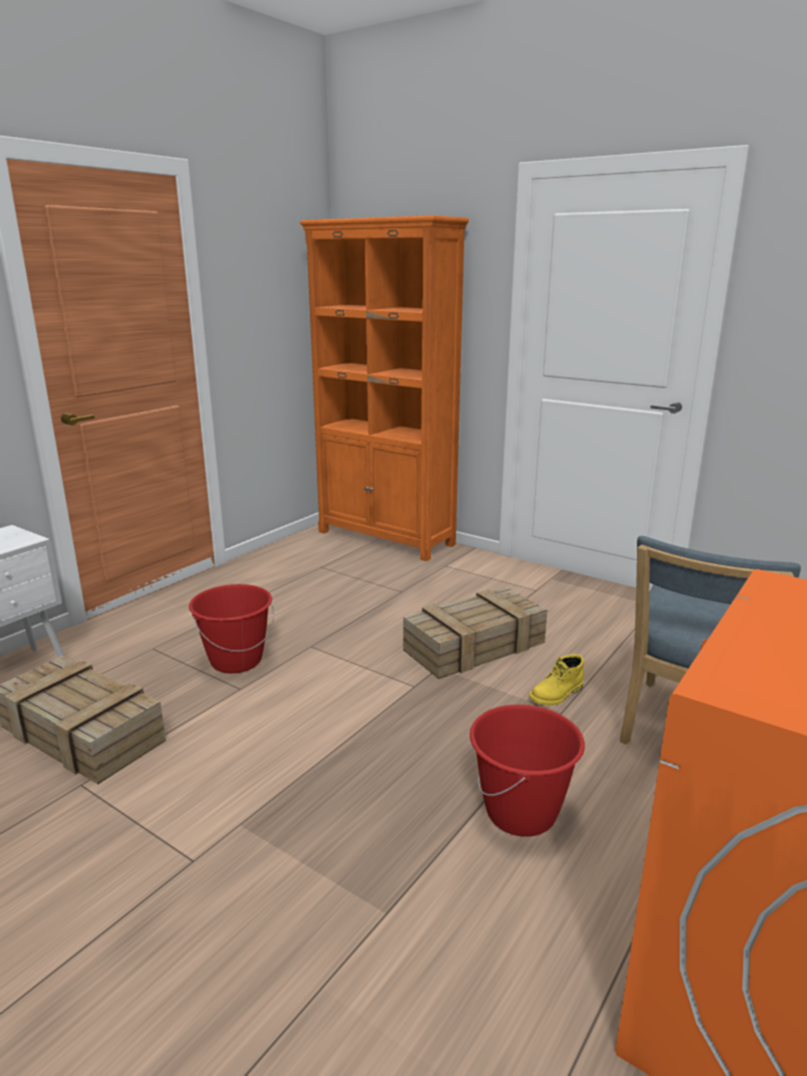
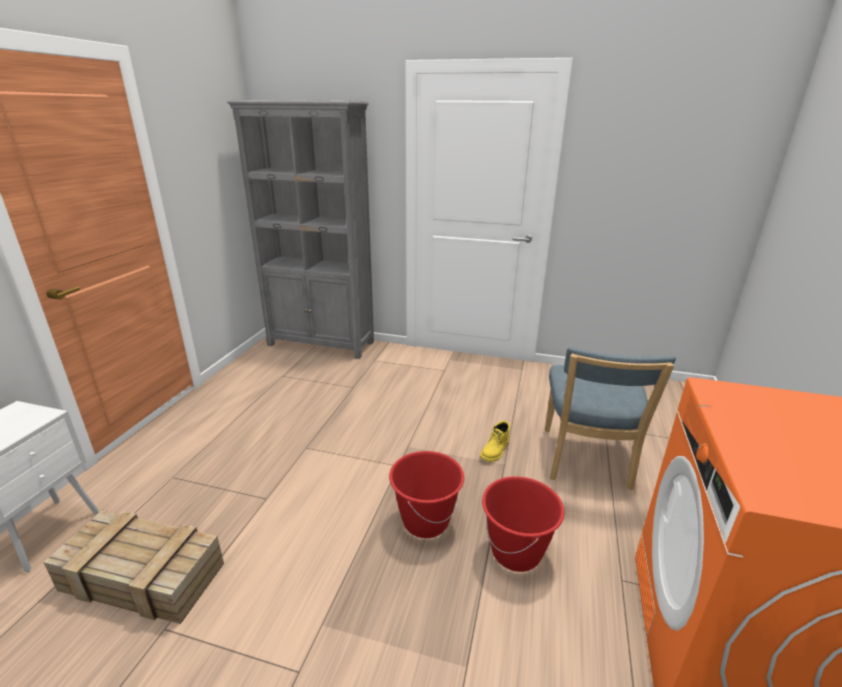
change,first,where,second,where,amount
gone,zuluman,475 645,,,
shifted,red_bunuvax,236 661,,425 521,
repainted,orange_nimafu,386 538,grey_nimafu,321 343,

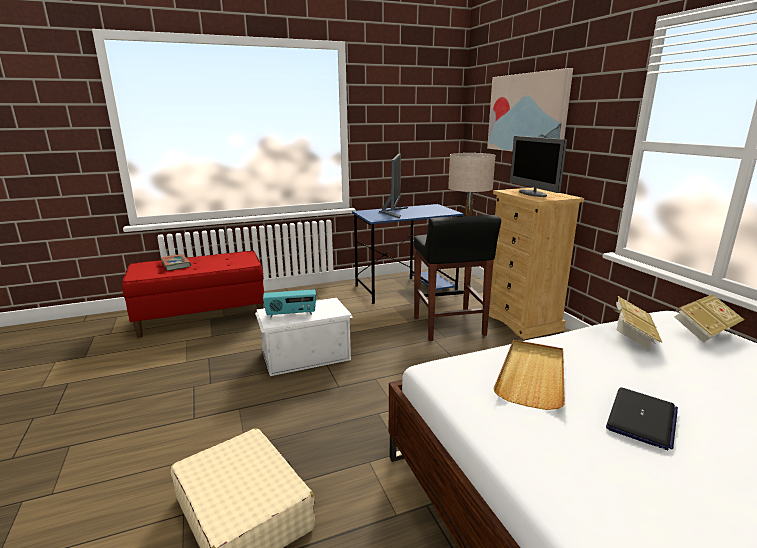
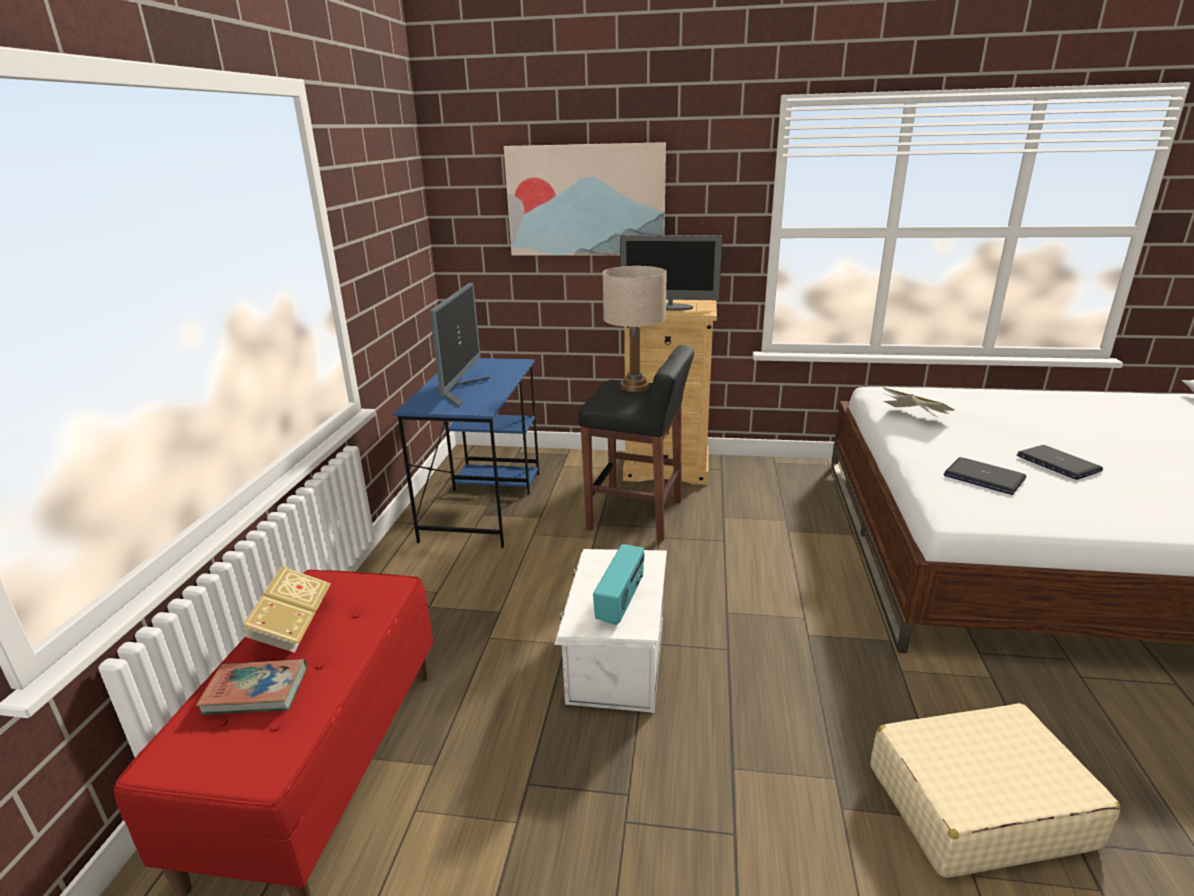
change,first,where,second,where,amount
shifted,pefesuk,704 331,,292 626,
swapped,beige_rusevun,532 375,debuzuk,983 477,
rotated,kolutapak,393 212,,459 390,60 degrees clockwise

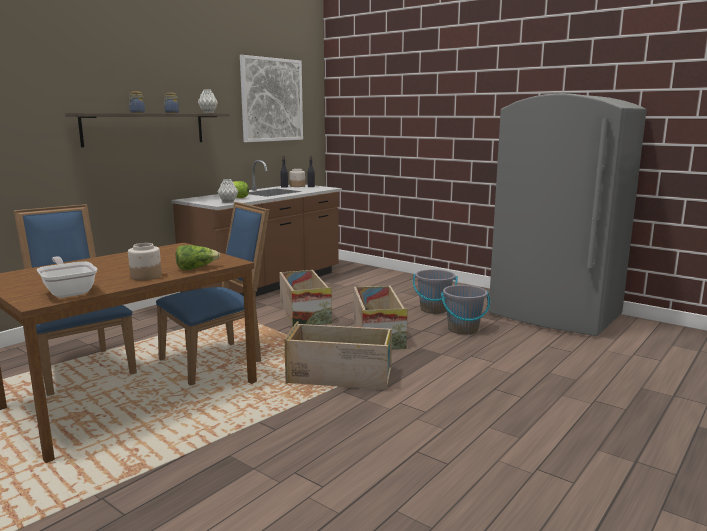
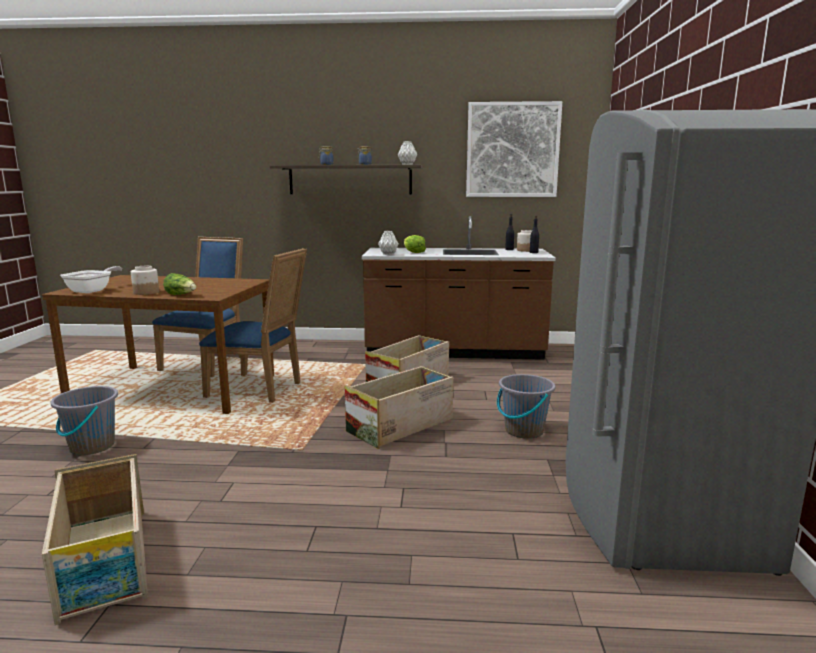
change,first,where,second,where,amount
shifted,zuluman,341 377,,105 562,
shifted,grey_bunuvax,463 329,,92 446,

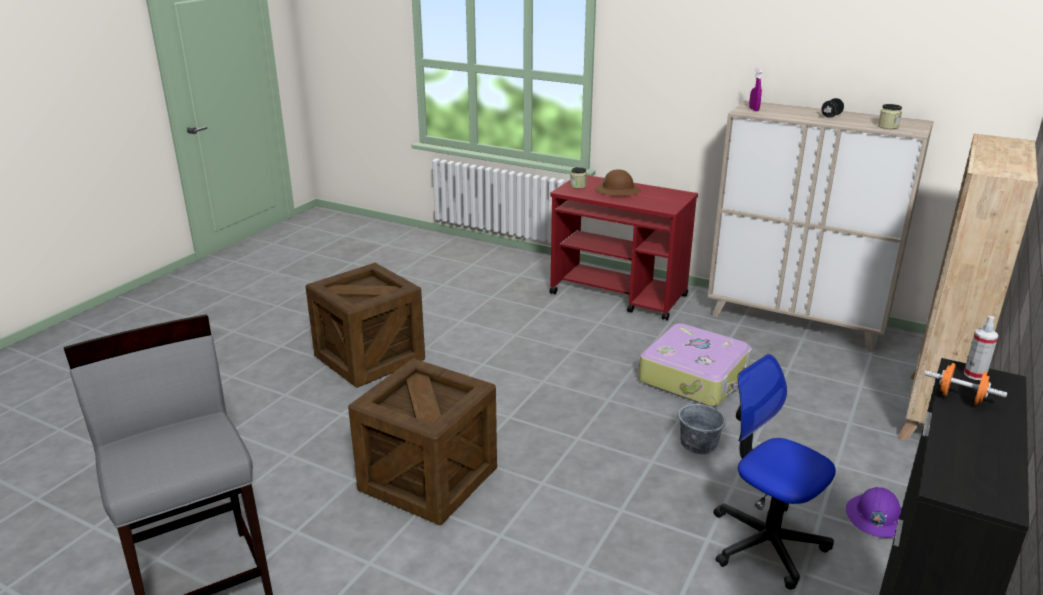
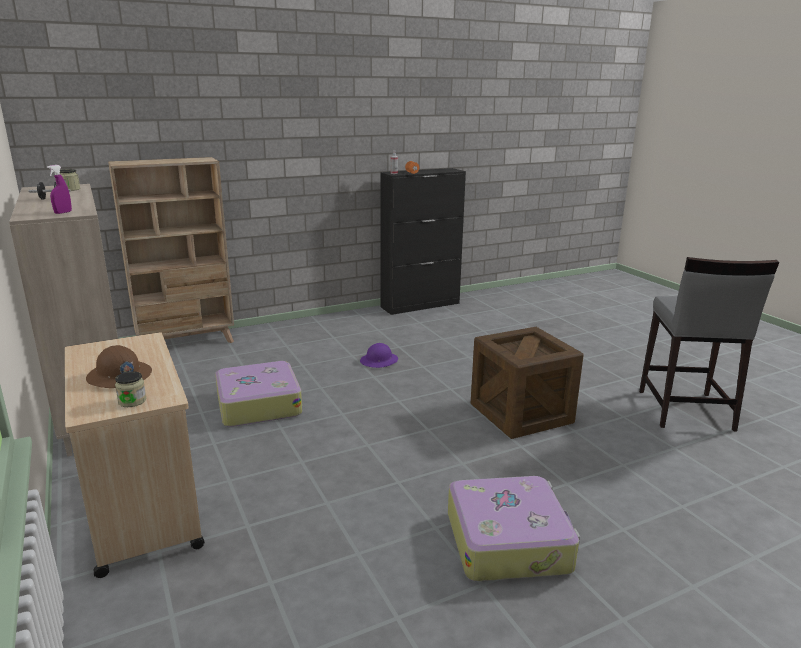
change,first,where,second,where,amount
gone,grey_bunuvax,699 443,,,
gone,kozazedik,766 543,,,
shifted,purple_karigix,876 517,,379 361,
swapped,zuluman,369 358,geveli,508 541,
repainted,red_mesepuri,619 295,beige_mesepuri,142 507,

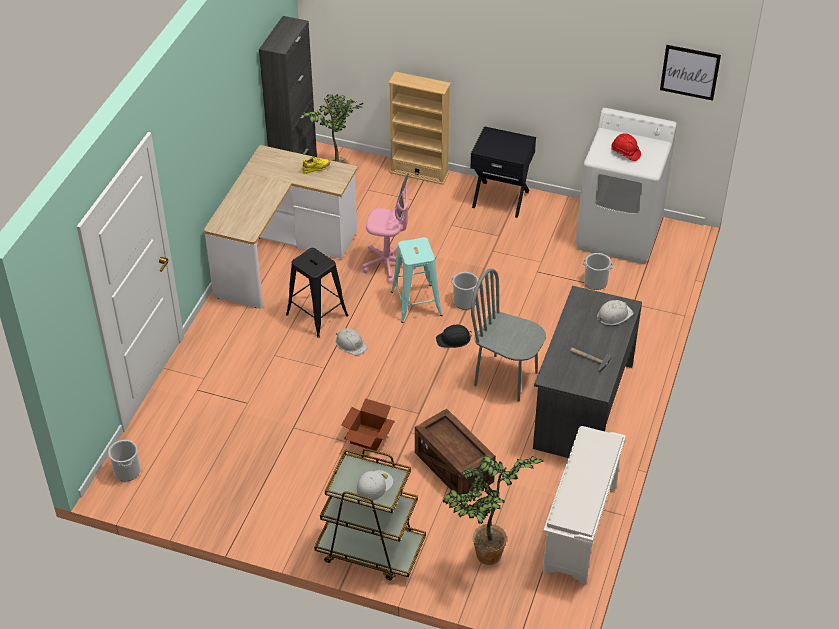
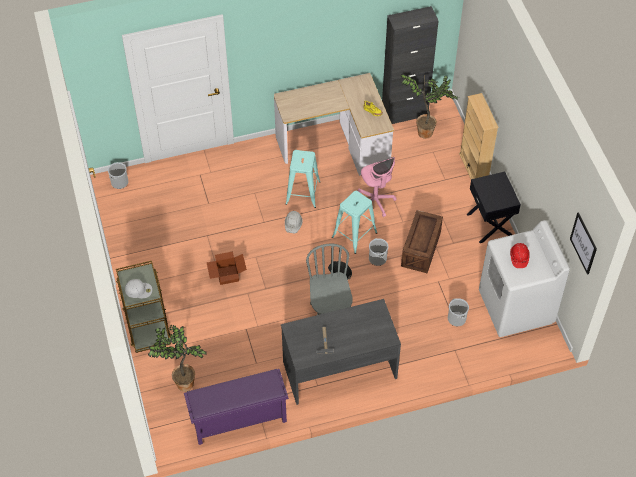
change,first,where,second,where,amount
gone,white_karigix,614 315,,,
shifted,zuluman,454 467,,421 249,
repainted,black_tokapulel,317 315,turquoise_tokapulel,303 193,
repainted,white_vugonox,580 529,purple_vugonox,238 420,

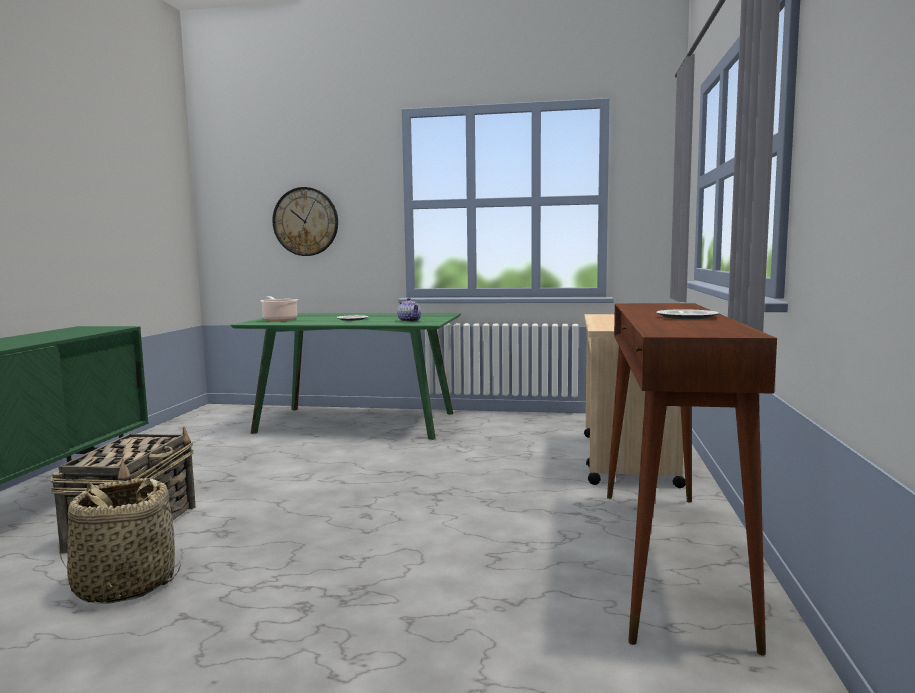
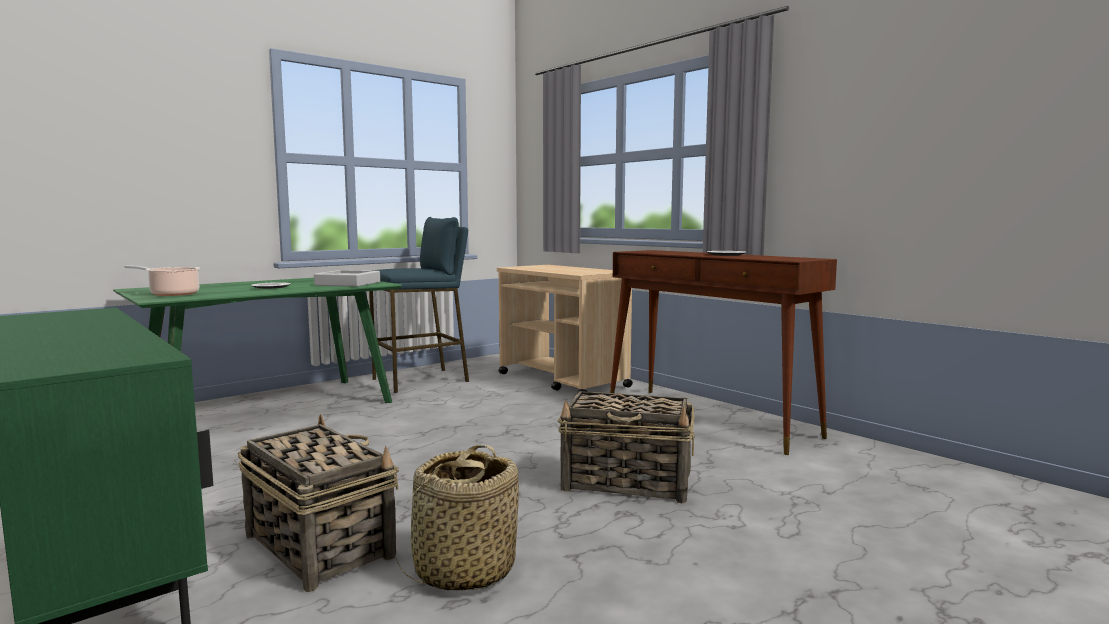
change,first,where,second,where,amount
gone,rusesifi,305 221,,,
new,,,blue_tokapulel,421 380,
new,,,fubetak,628 483,
swapped,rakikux,409 321,grey_rusevun,348 284,

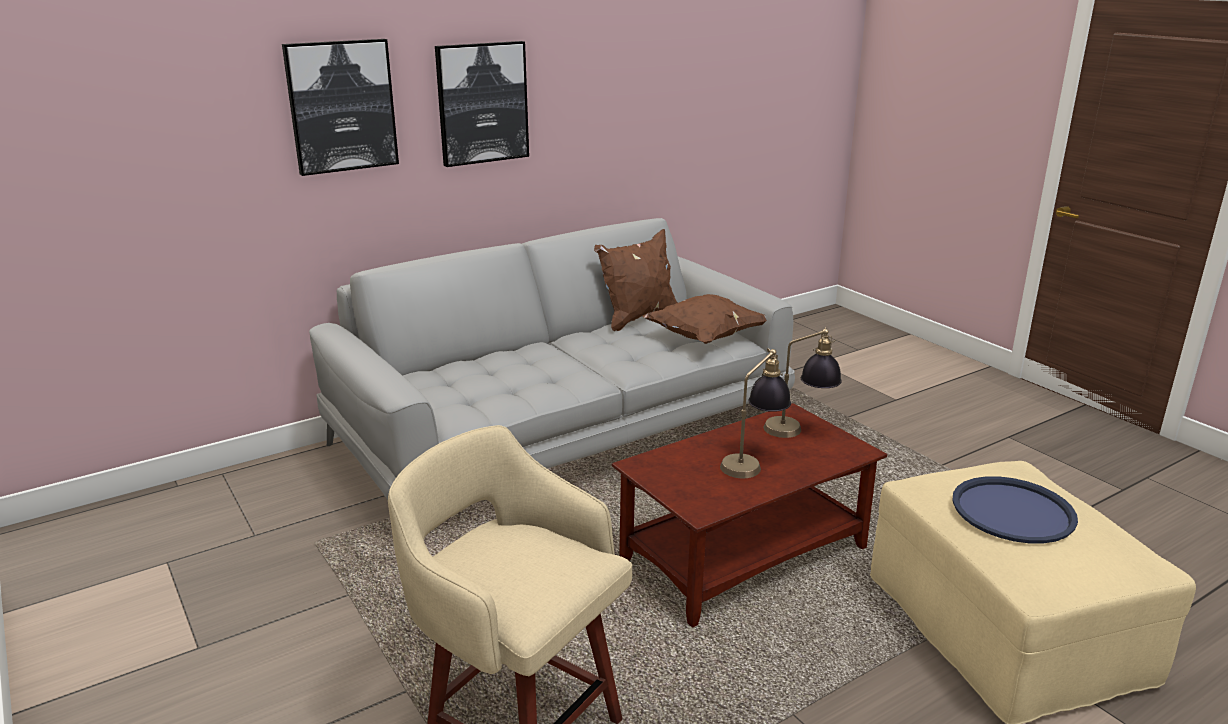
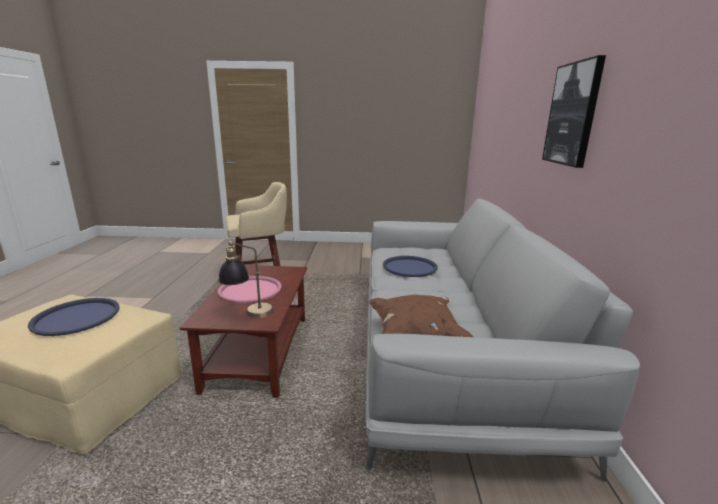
change,first,where,second,where,amount
gone,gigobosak,341 106,,,
gone,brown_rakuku,638 318,,,
new,,,blue_rusevun,410 267,
swapped,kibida,753 462,pink_rusevun,250 290,

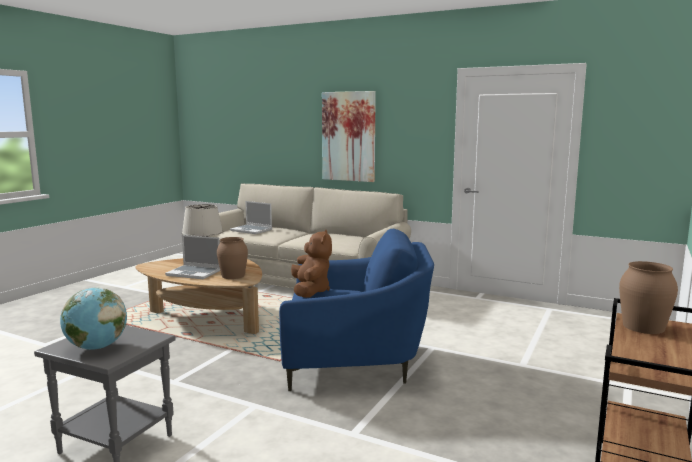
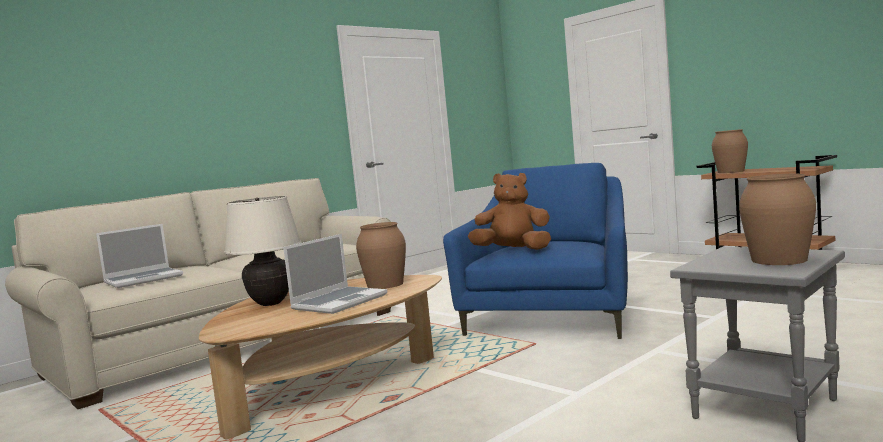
change,first,where,second,where,amount
gone,gigobosak,348 136,,,
swapped,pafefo,96 347,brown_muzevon,779 260,

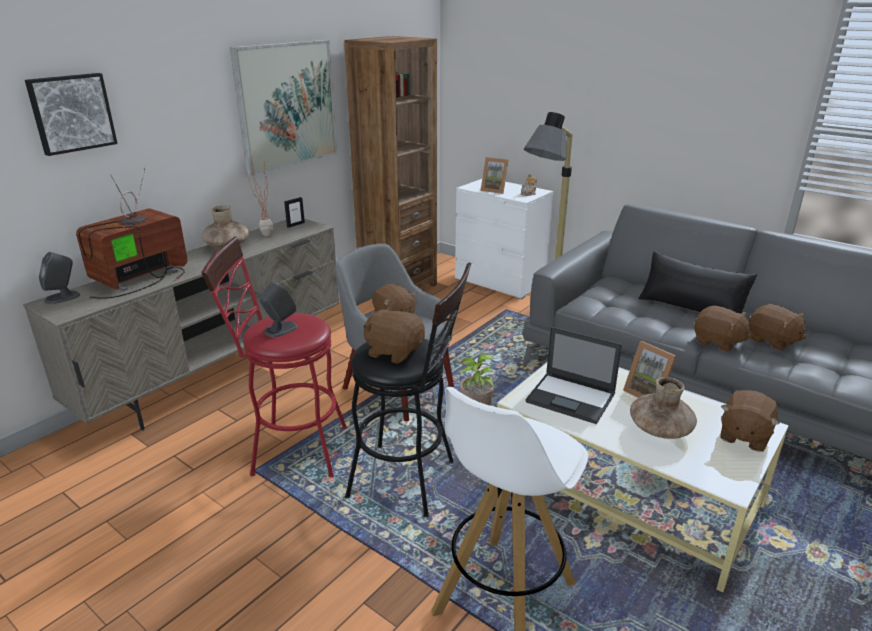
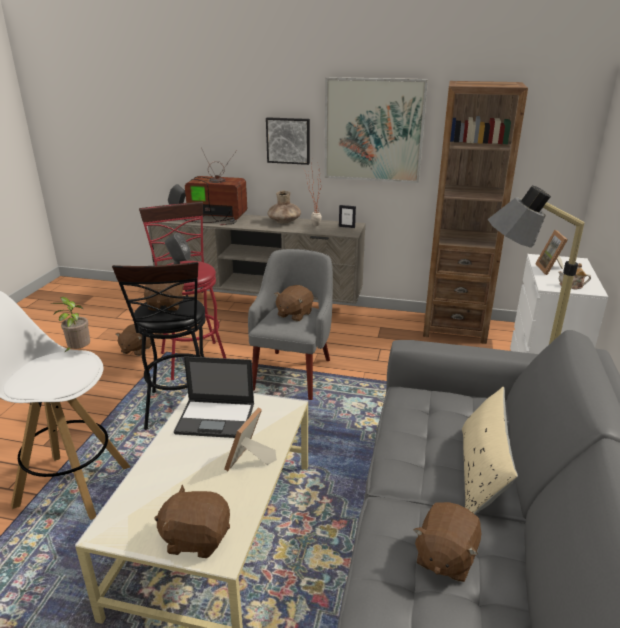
change,first,where,second,where,amount
gone,brown_muzevon,660 430,,,
shifted,gigobosak,71 113,,288 140,
shifted,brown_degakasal,718 342,,136 349,
repainted,black_rakuku,691 307,beige_rakuku,481 473,
rotated,debuzuk,571 398,,216 418,90 degrees counterclockwise

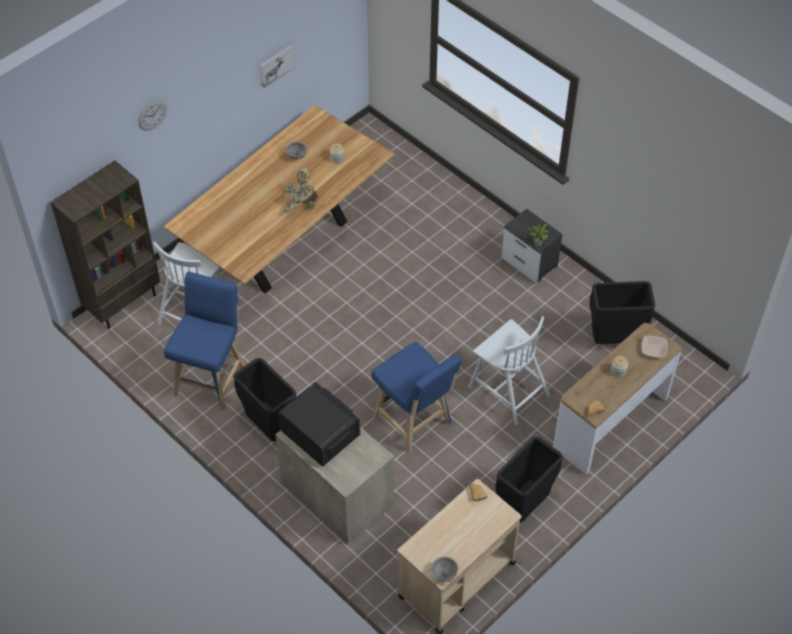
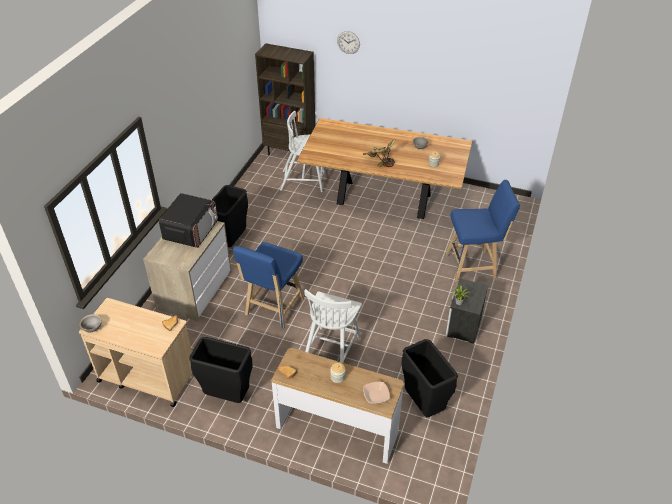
change,first,where,second,where,amount
gone,gigobosak,276 65,,,
shifted,blue_tokapulel,212 378,,473 265,

